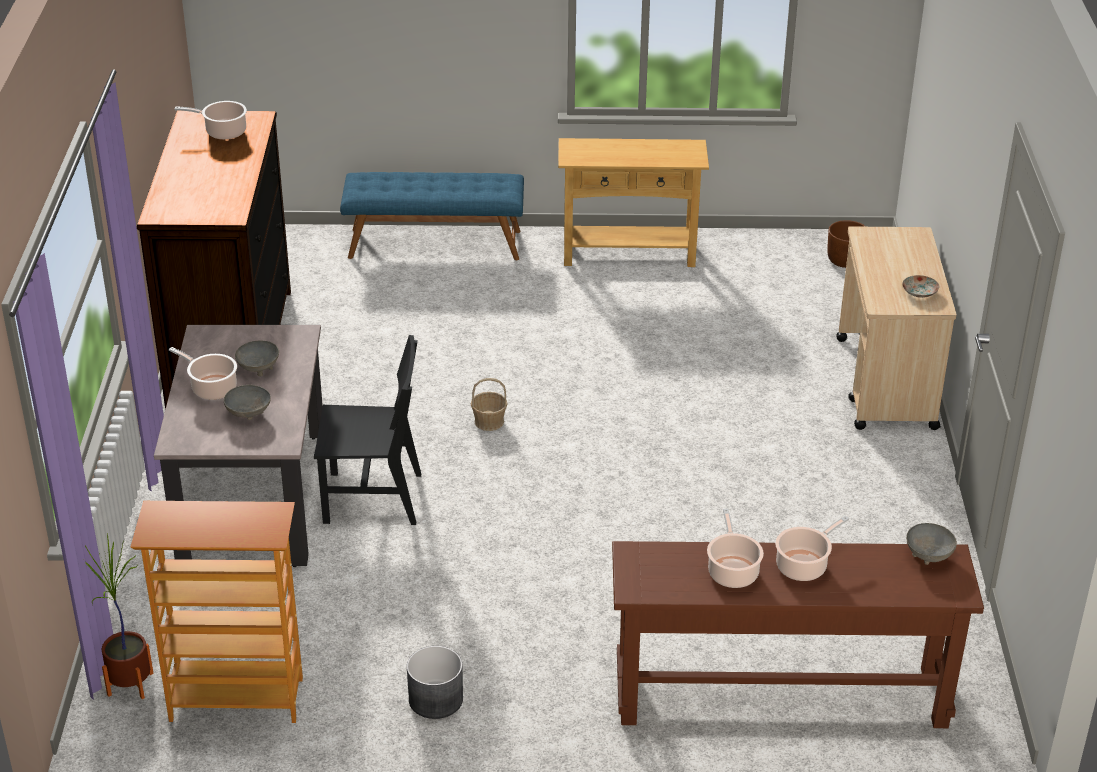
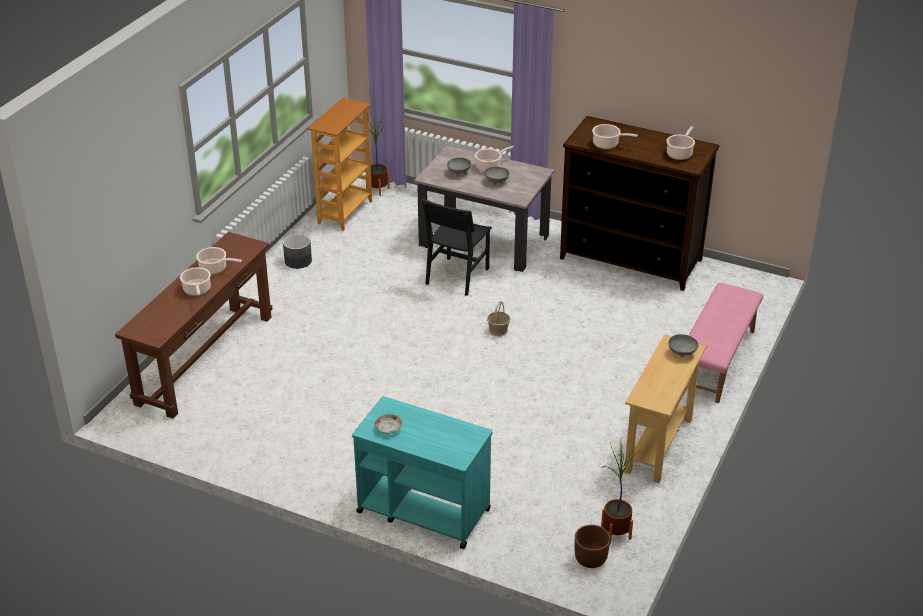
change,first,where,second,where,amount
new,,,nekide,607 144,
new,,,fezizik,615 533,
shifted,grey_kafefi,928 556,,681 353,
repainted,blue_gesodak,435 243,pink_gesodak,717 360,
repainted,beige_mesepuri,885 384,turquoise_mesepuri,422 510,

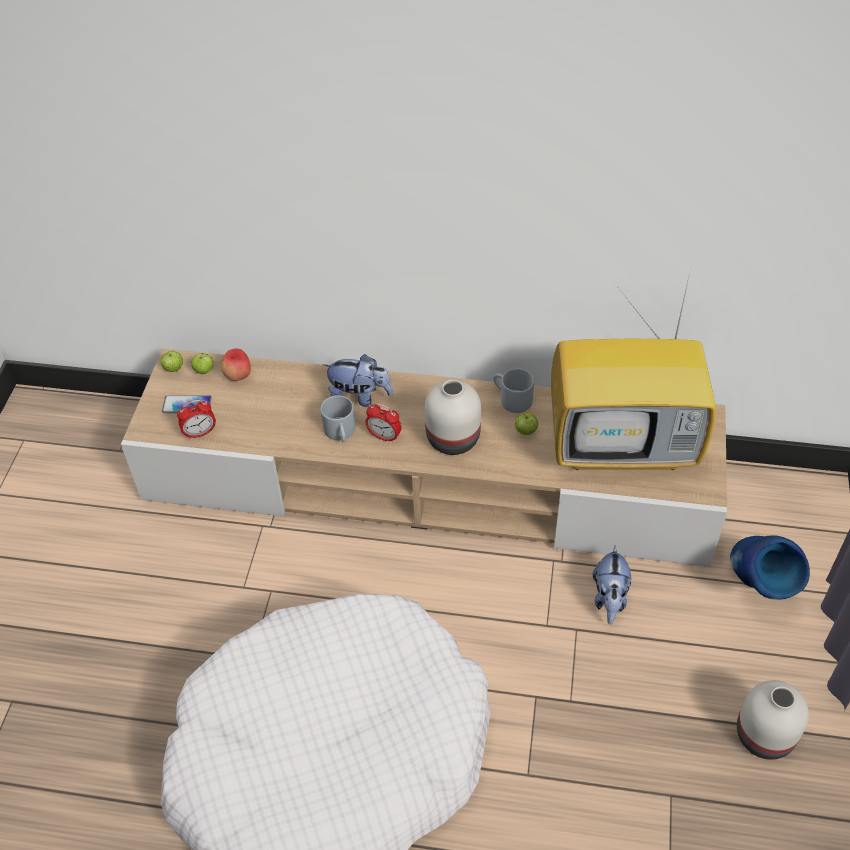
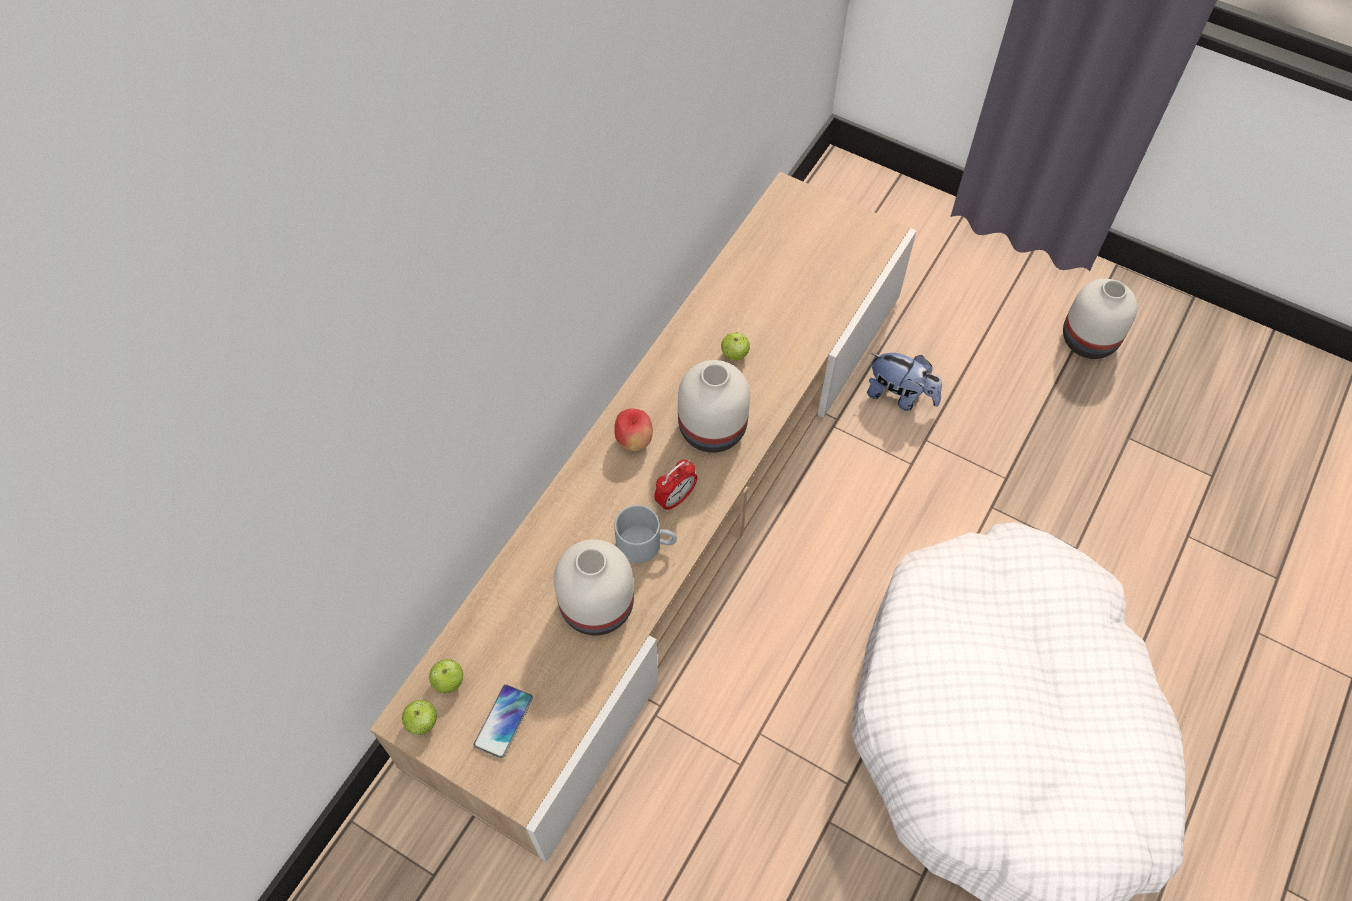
change,first,where,second,where,amount
gone,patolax,200 433,,,
gone,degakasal,359 397,,,
gone,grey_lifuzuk,511 399,,,
gone,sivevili,625 444,,,
gone,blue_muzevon,757 591,,,
new,,,white_muzevon,595 607,
shifted,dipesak,238 376,,634 441,

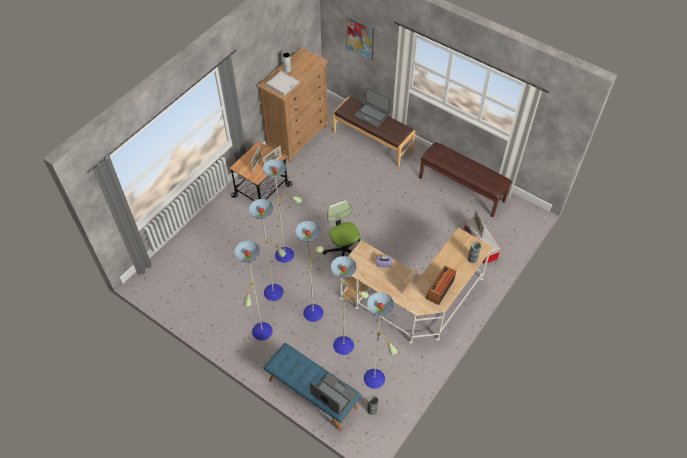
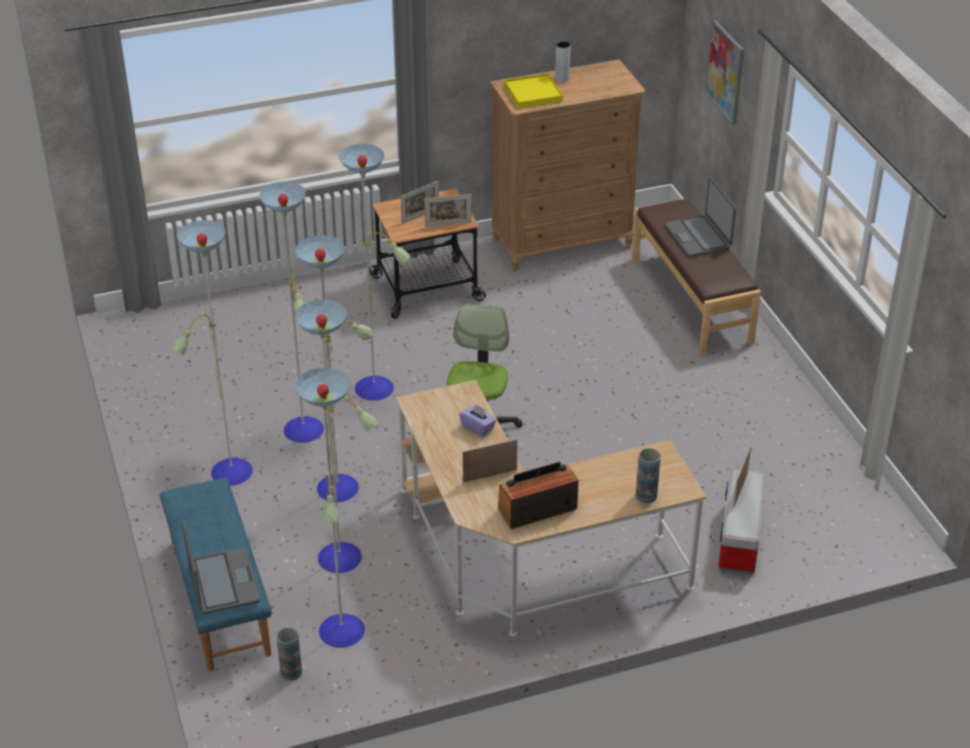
change,first,where,second,where,amount
gone,brown_gesodak,462 189,,,
repainted,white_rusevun,282 84,yellow_rusevun,533 93,

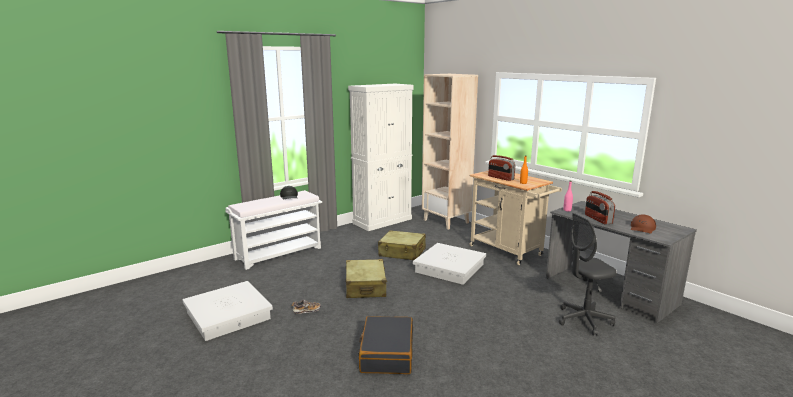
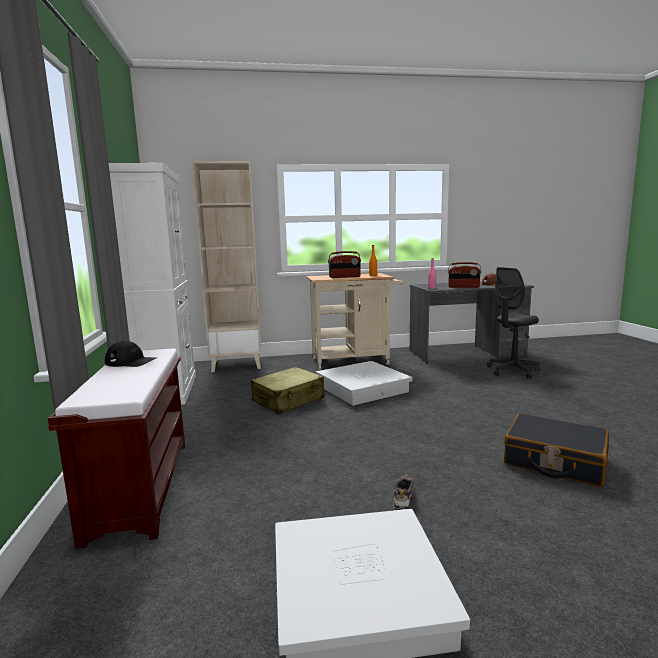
change,first,where,second,where,amount
gone,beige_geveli,365 286,,,
repainted,white_gesodak,279 253,brown_gesodak,140 486,
rotated,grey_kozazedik,584 320,,512 371,45 degrees clockwise

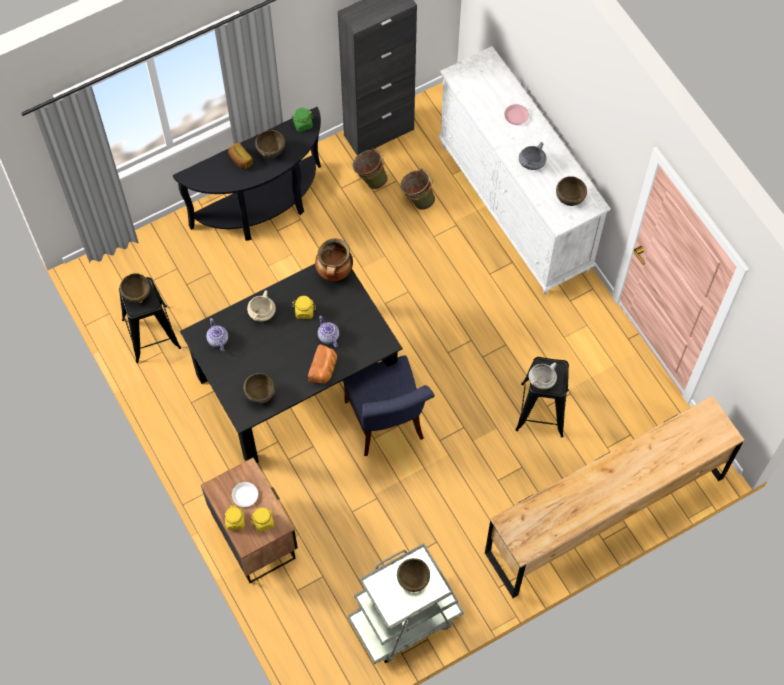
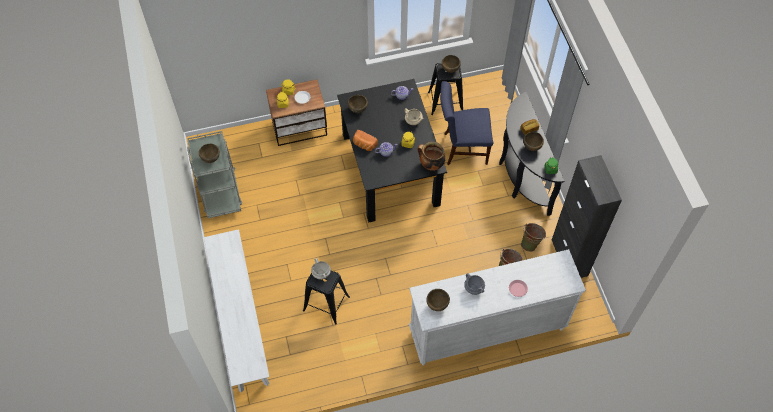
change,first,where,second,where,amount
shifted,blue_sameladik,386 424,,462 148,
swapped,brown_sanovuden,604 515,white_gesodak,240 320,

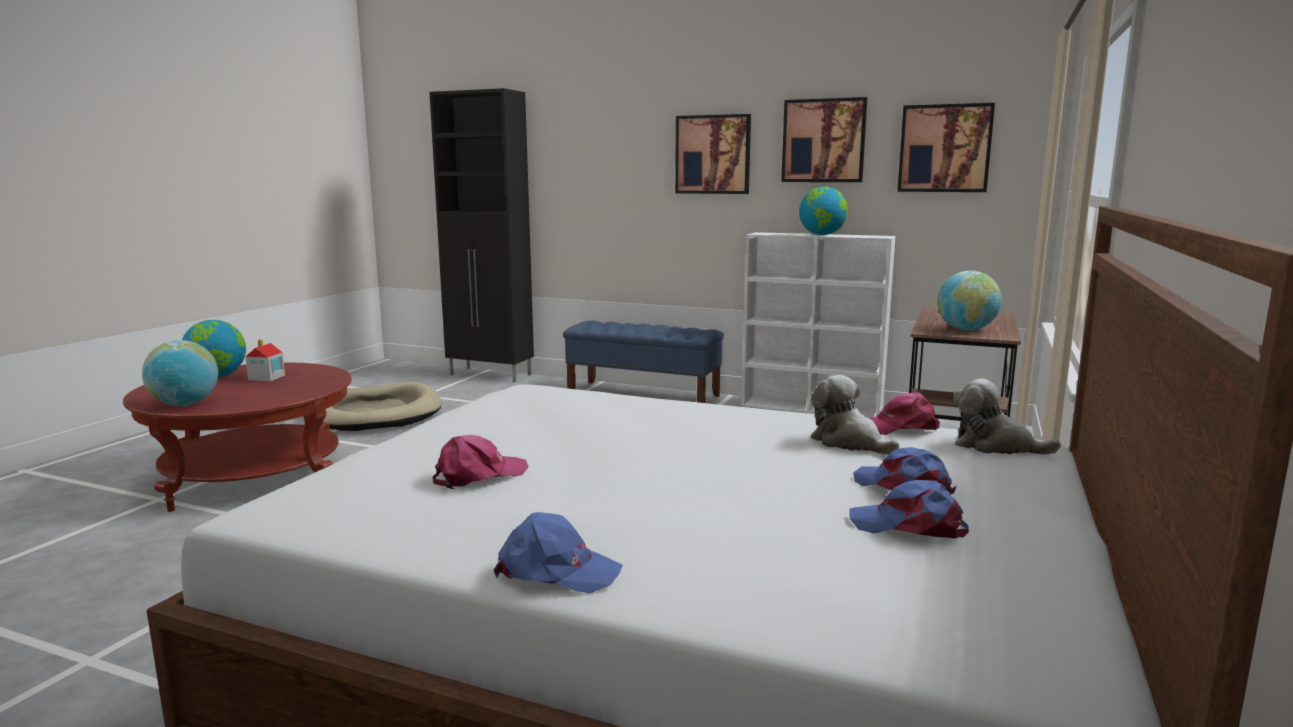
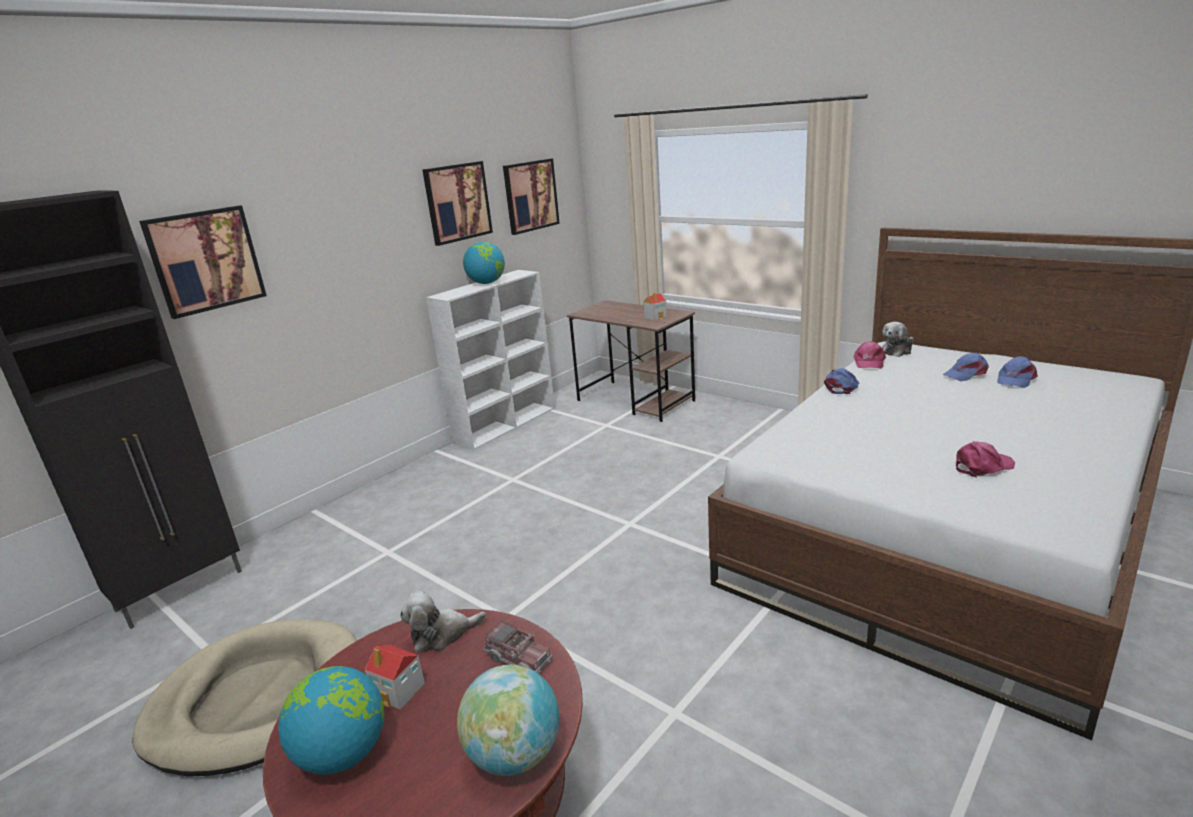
change,first,where,second,where,amount
gone,blue_gesodak,643 395,,,
new,,,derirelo,518 658,
shifted,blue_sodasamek,556 571,,842 386,
shifted,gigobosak,713 154,,205 260,
shifted,degakasal,849 442,,442 634,
swapped,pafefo,966 329,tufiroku,655 317,
rotated,pink_sodasamek,478 475,,982 466,90 degrees clockwise

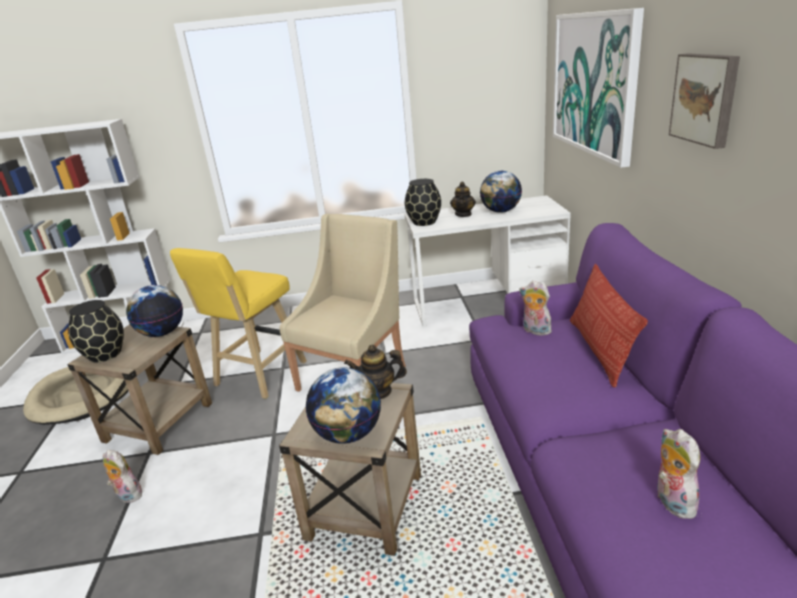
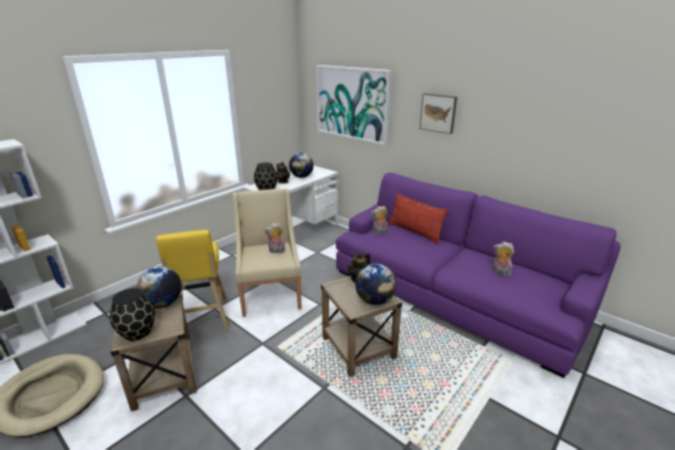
change,first,where,second,where,amount
shifted,degakasal,127 495,,276 251,

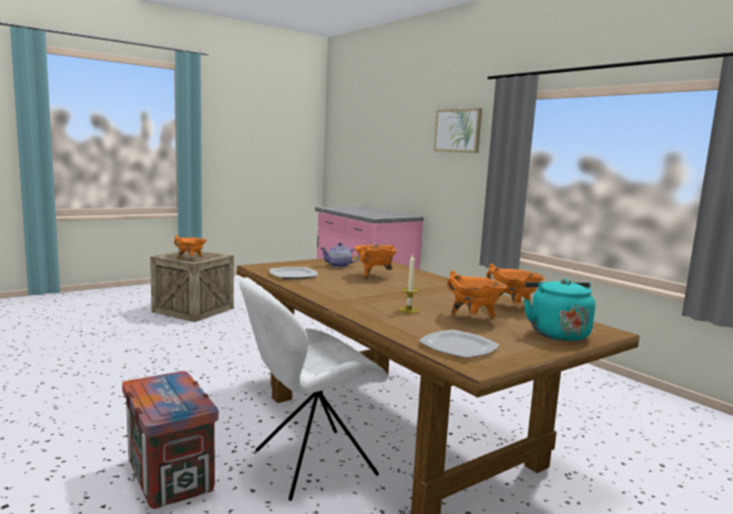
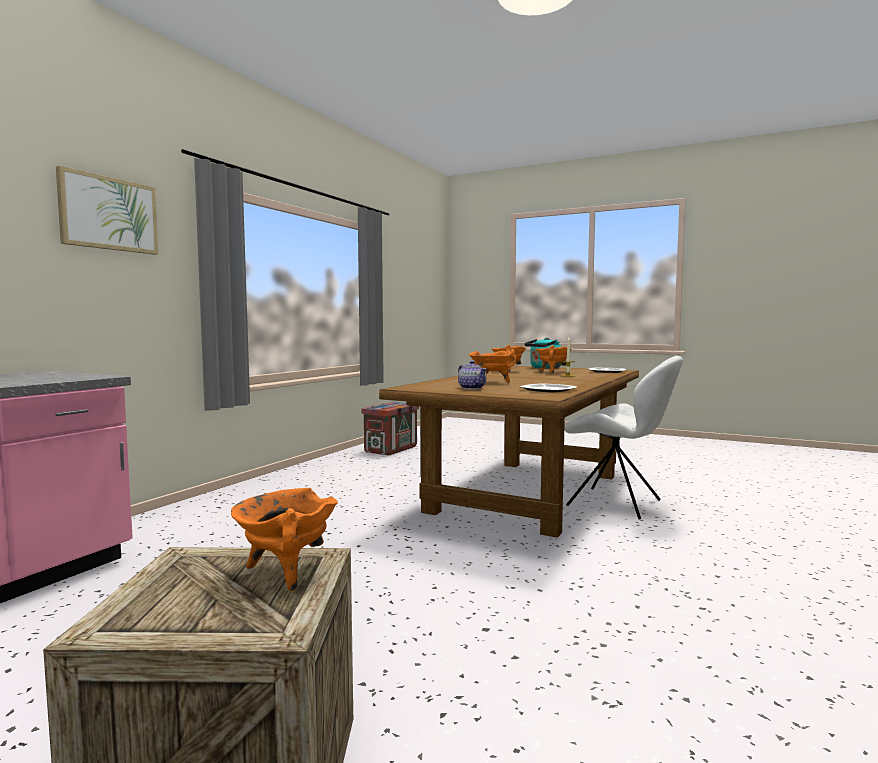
change,first,where,second,where,amount
shifted,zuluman,169 475,,390 449,

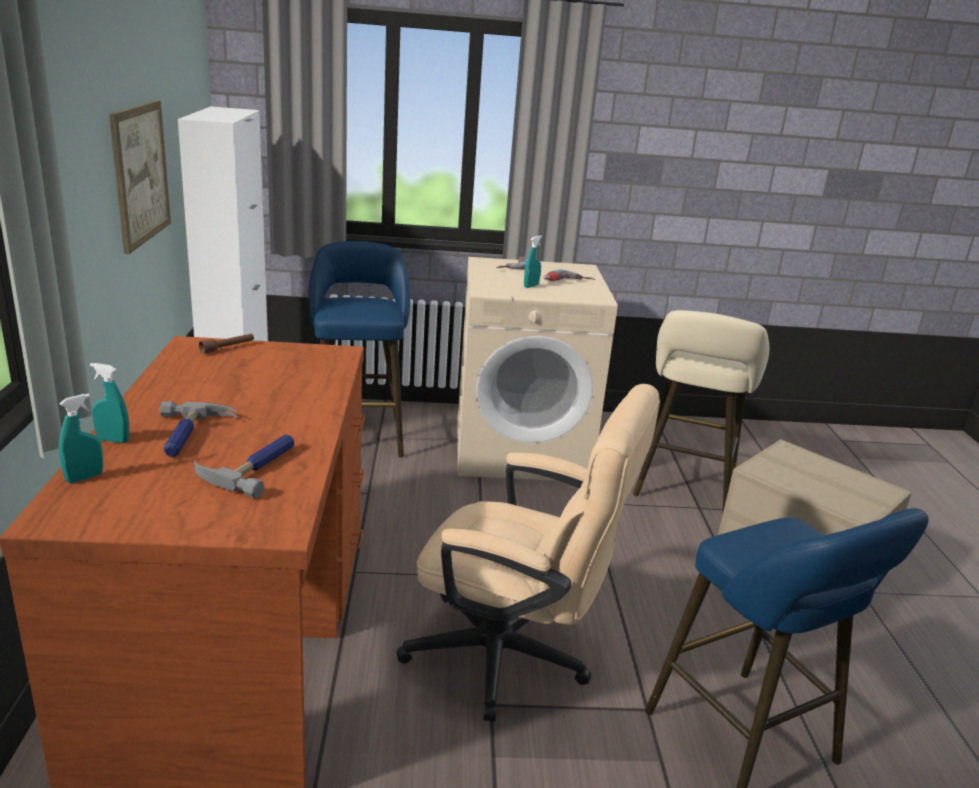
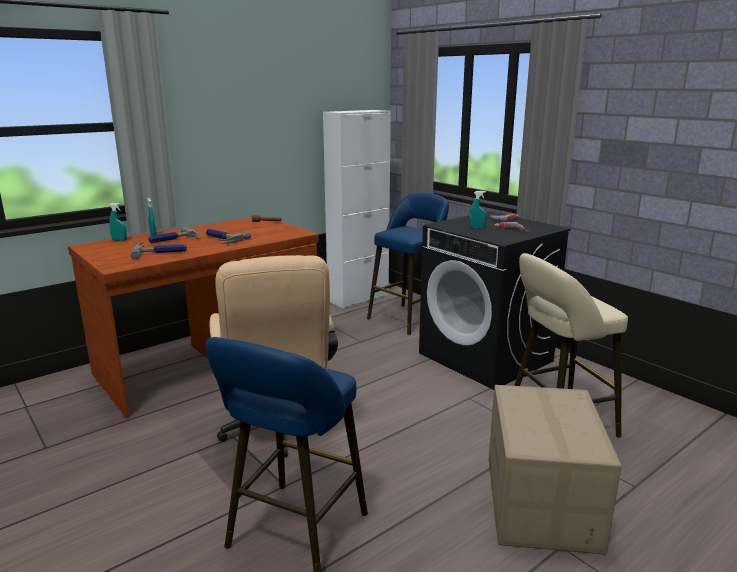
change,first,where,second,where,amount
gone,gigobosak,140 174,,,
new,,,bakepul,222 239,
repainted,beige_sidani,521 448,black_sidani,486 357,

